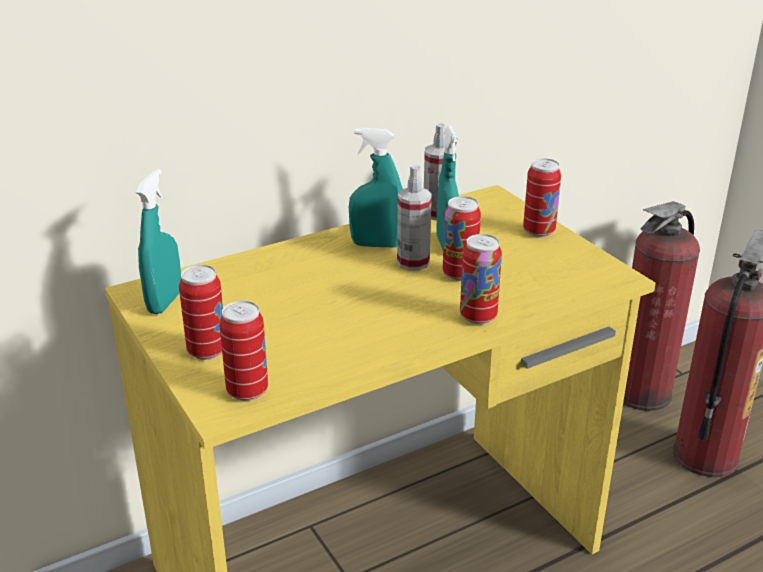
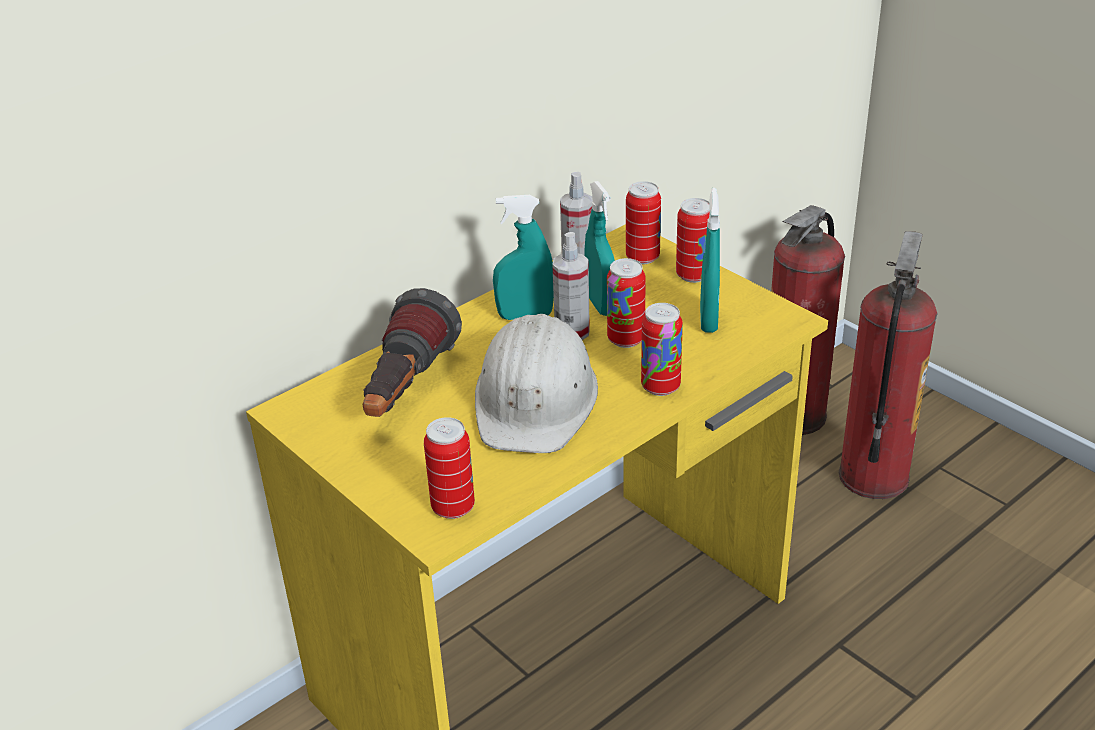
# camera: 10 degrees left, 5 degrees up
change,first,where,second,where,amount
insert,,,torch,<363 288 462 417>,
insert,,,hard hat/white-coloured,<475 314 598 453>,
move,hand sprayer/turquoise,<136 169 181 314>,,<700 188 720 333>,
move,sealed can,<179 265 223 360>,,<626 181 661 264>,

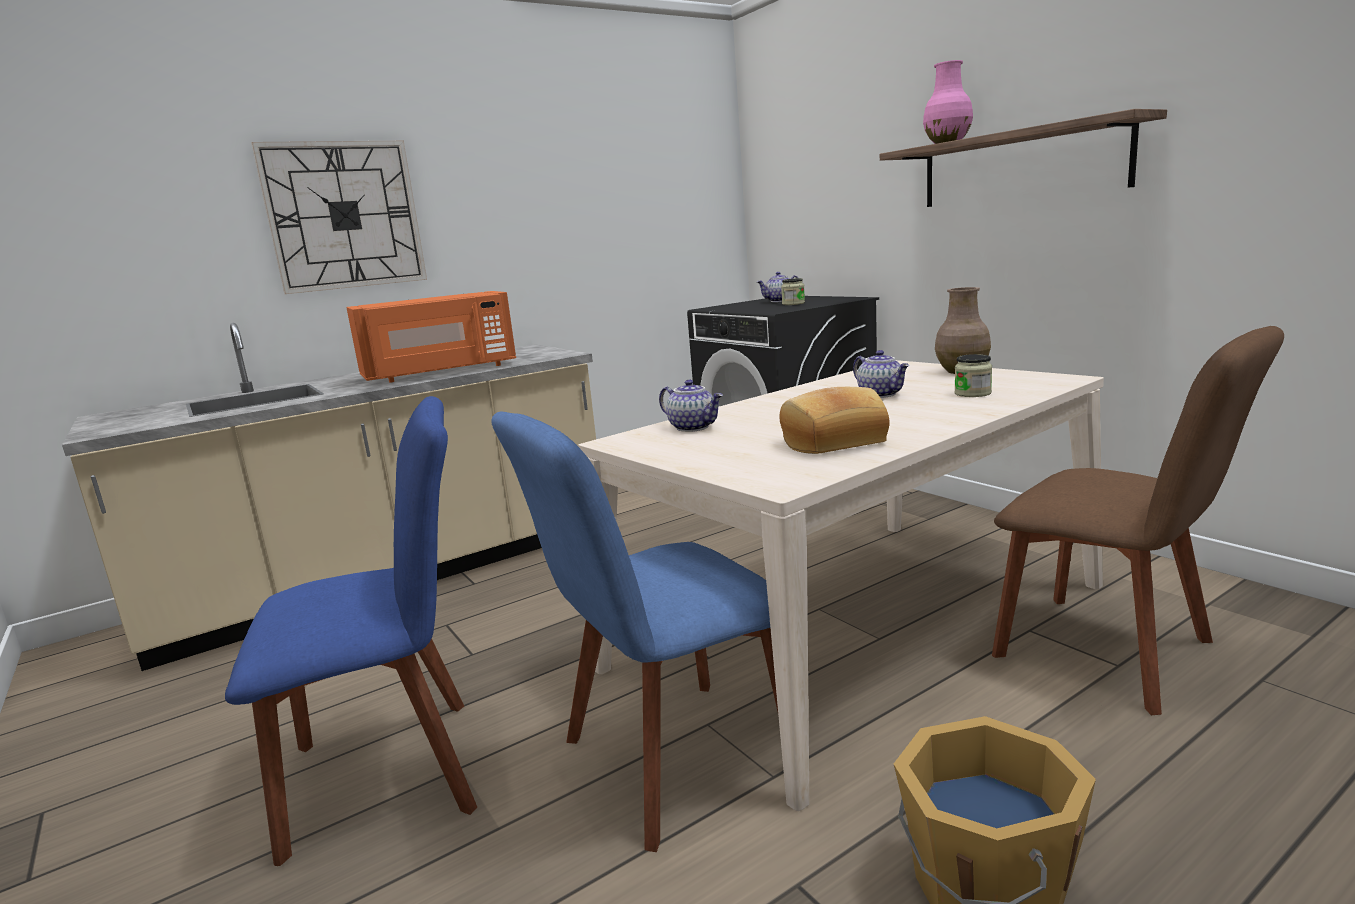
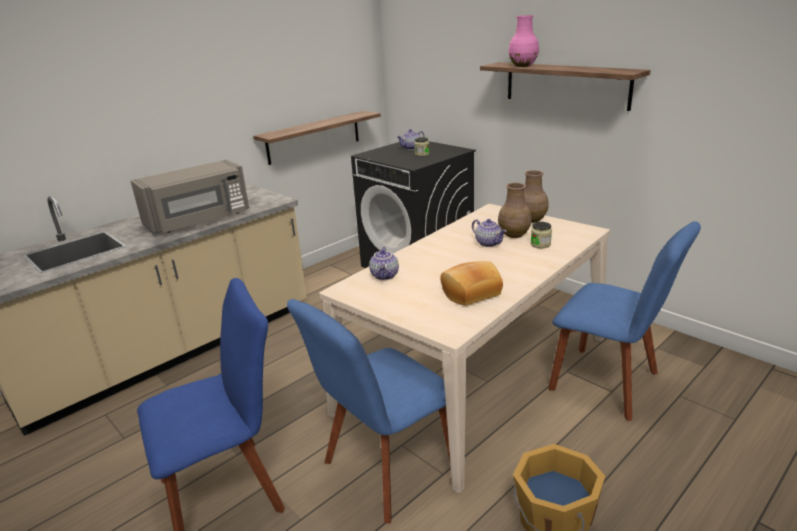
# camera: 10 degrees left, 10 degrees up
change,first,where,second,where,amount
delete,clock on the wall,<251 141 427 294>,,,
insert,,,bracket shelf,<253 111 381 165>,
insert,,,decorative vase/brown,<498 183 532 238>,
recolor,microwave oven/orangey,<347 291 516 383>,microwave oven/gray,<130 159 249 234>,
recolor,upright chair/brown,<992 326 1284 715>,upright chair/bluish,<548 221 701 421>,
rotate,tea pot,<659 380 723 432>,,<369 247 399 280>,60 degrees clockwise

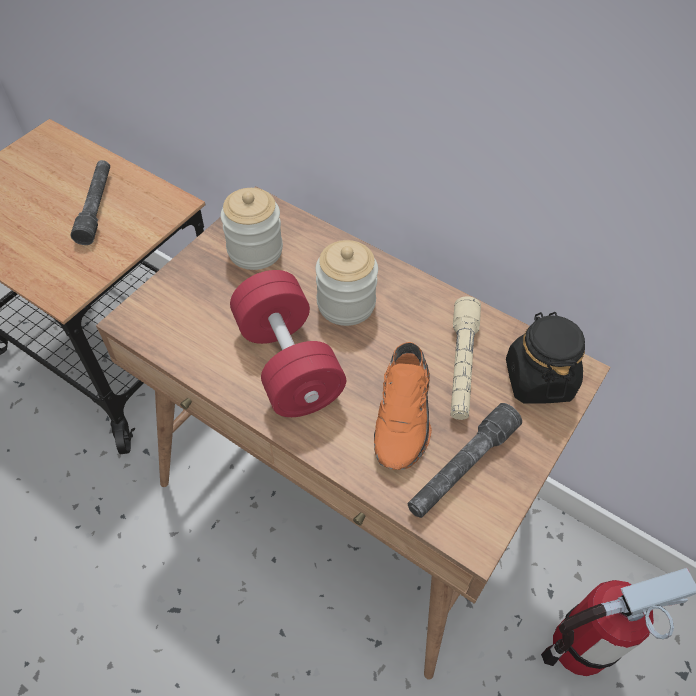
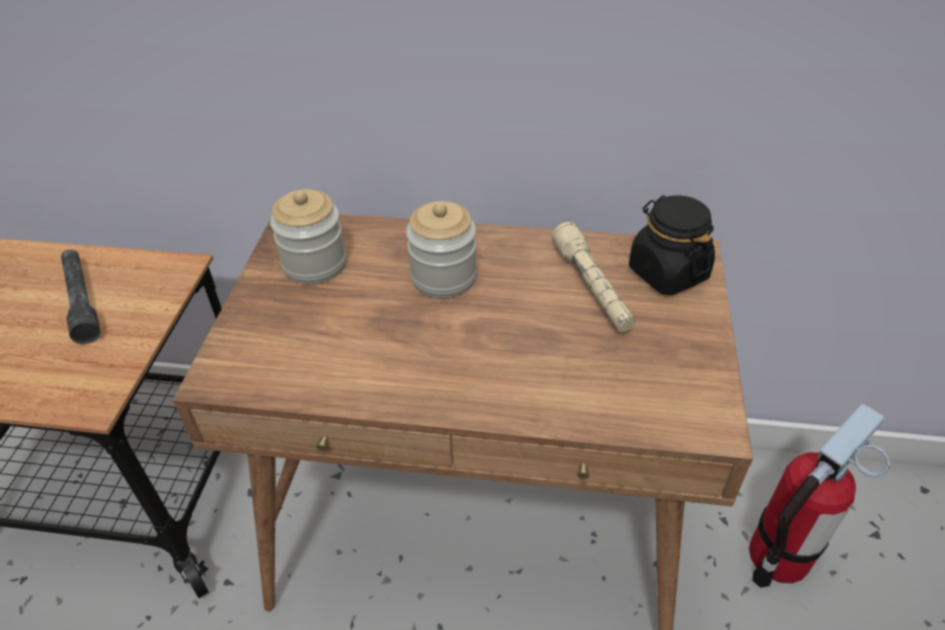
# camera: 25 degrees left, 10 degrees down
change,first,where,second,where,amount
delete,free weight/red,<230 270 346 417>,,,
delete,low shoe/orangey,<374 342 432 470>,,,
delete,torch/gray,<408 403 522 518>,,,

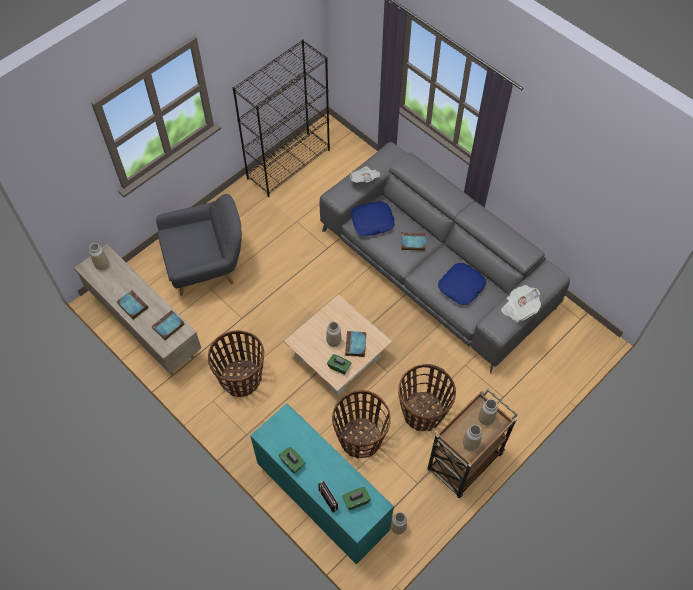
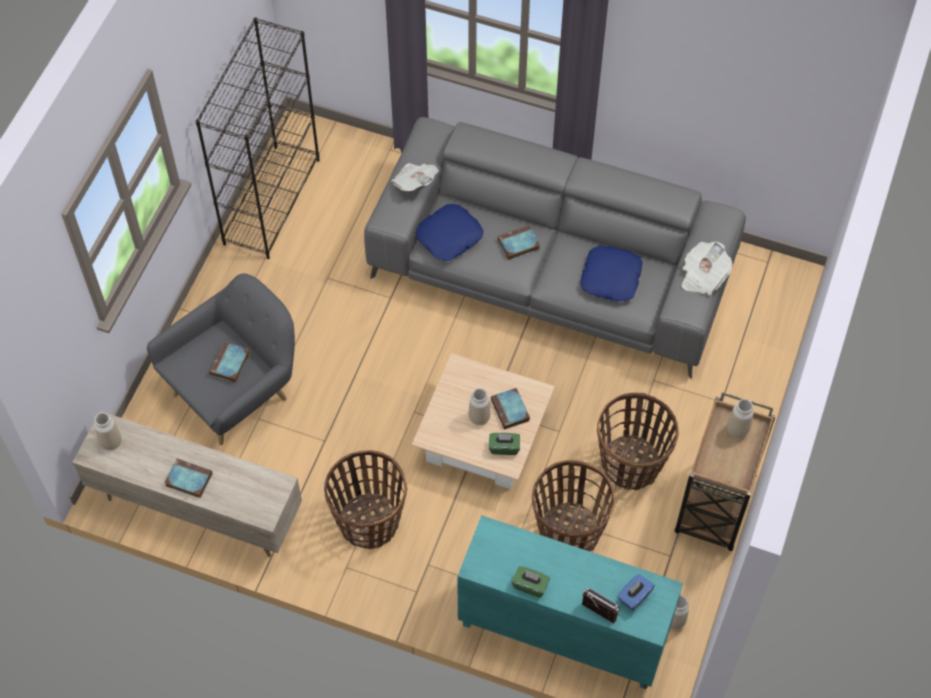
# camera: 25 degrees left, 0 degrees up
change,first,where,second,where,amount
delete,decorative vase,<463 425 482 451>,,,
move,bound book,<152 310 185 340>,,<209 342 250 383>,
recolor,box of tissues/greenish,<342 487 371 510>,box of tissues/bluish,<617 574 655 611>,

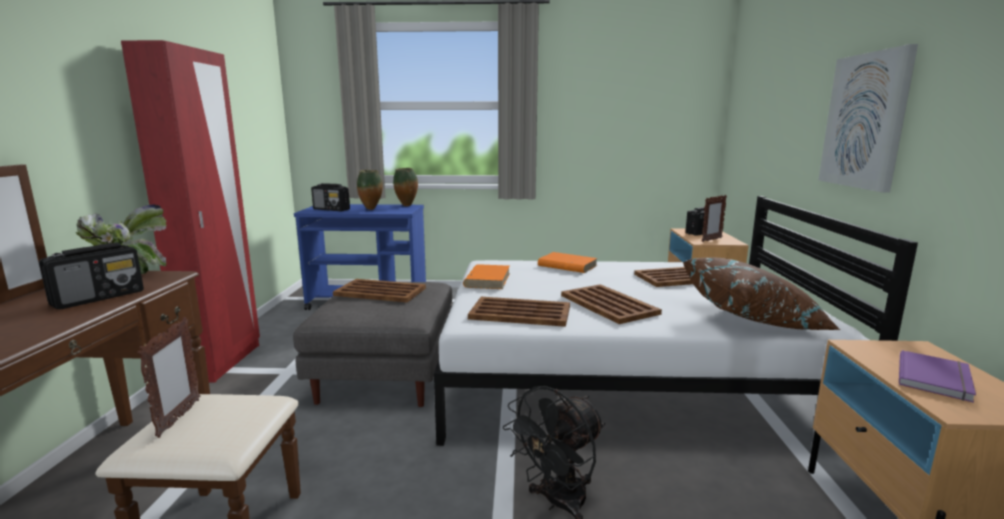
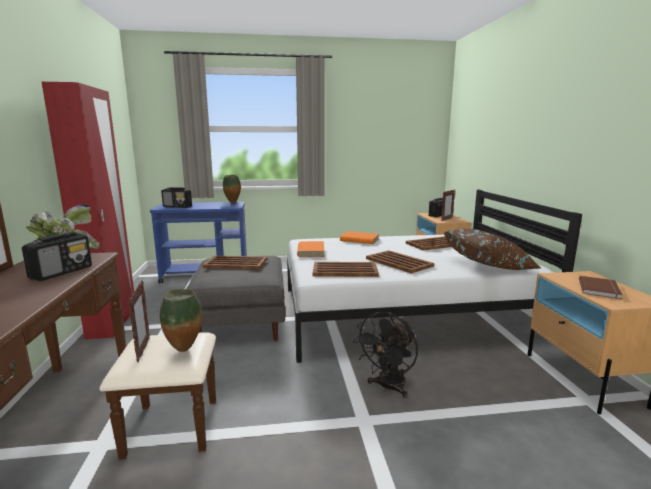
# camera: 10 degrees left, 0 degrees up
change,first,where,second,where,amount
delete,wall art,<818 44 918 192>,,,
move,decorative vase,<357 170 383 210>,,<160 289 203 352>,
recolor,bound book/purple,<899 350 976 403>,bound book/brown,<579 276 623 299>,

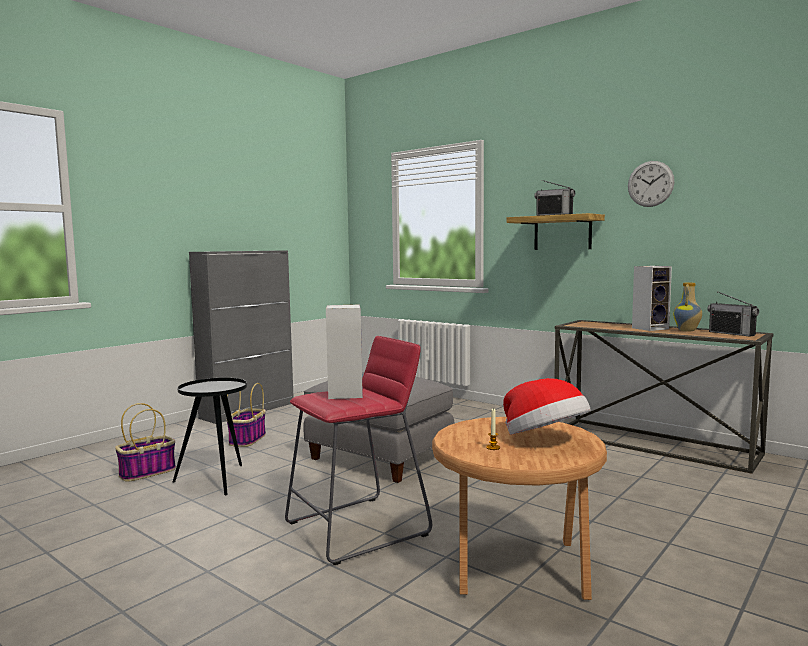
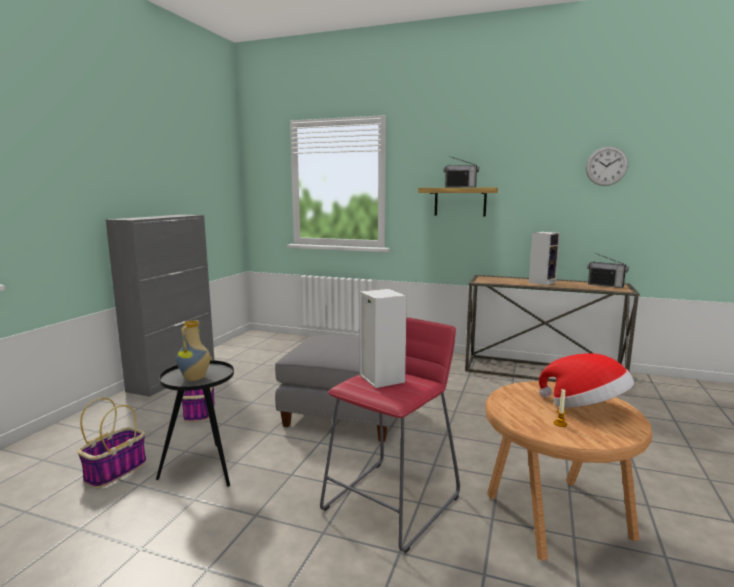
# camera: 20 degrees left, 5 degrees up
change,first,where,second,where,amount
move,clock on the wall,<628 161 675 207>,,<586 146 628 186>,
move,decorative vase,<673 283 702 332>,,<176 320 210 381>,

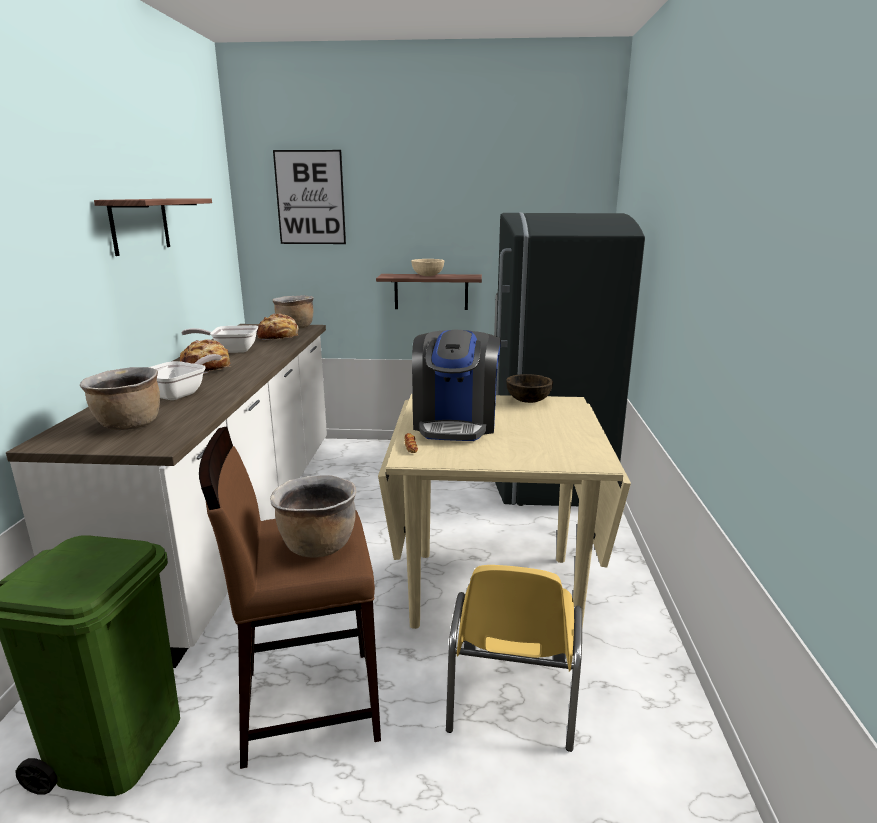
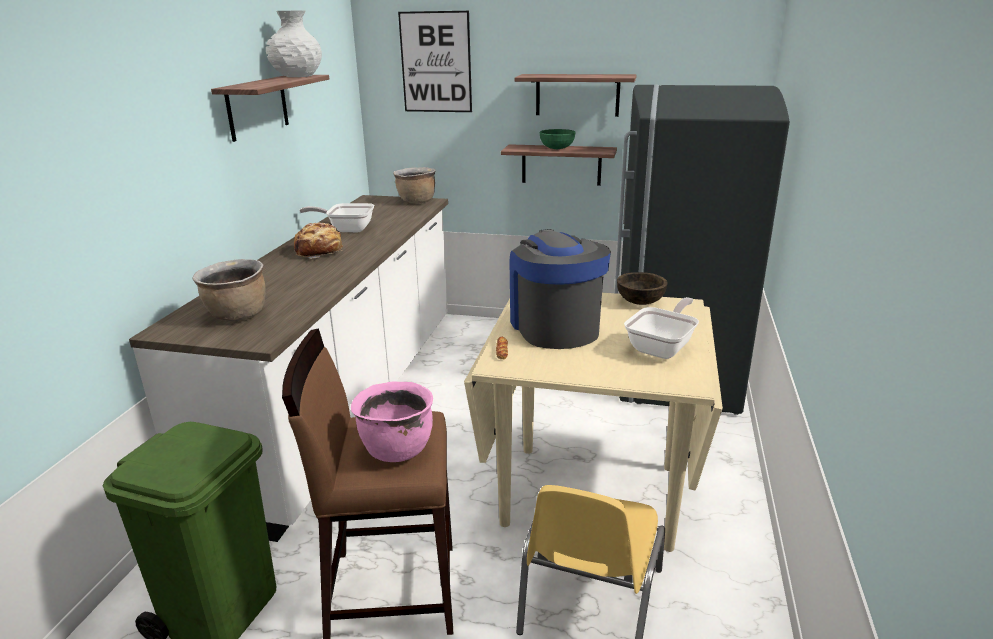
# camera: 10 degrees right, 5 degrees up
change,first,where,second,where,amount
delete,baked bread,<257 314 299 340>,,,
insert,,,decorative vase/white-coloured,<266 10 322 77>,
insert,,,bracket shelf,<515 74 636 117>,
move,skillet,<150 354 222 400>,,<624 297 699 359>,
recolor,saucepot/brown,<270 475 356 558>,saucepot/pink-coloured,<351 381 433 462>,
recolor,bowl/beige-coloured,<411 259 444 276>,bowl/greenish,<540 129 576 149>,
rotate,coffee brewer,<412 330 501 441>,,<510 229 611 349>,150 degrees clockwise

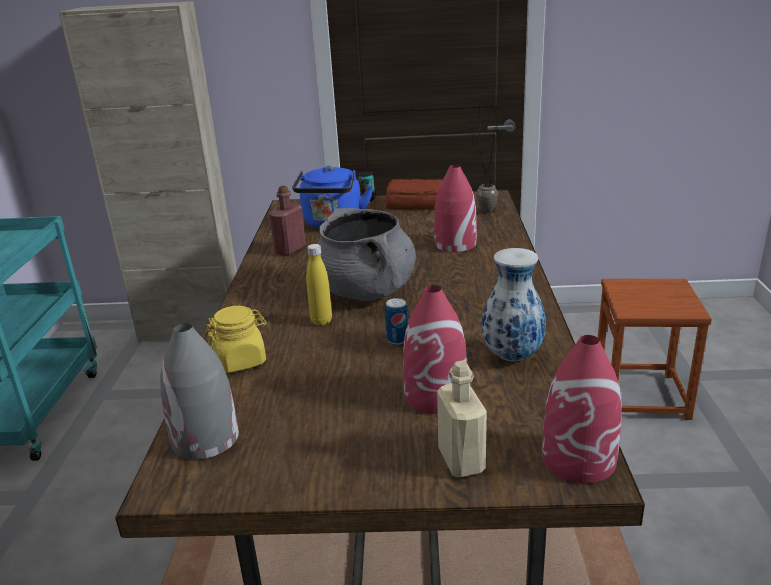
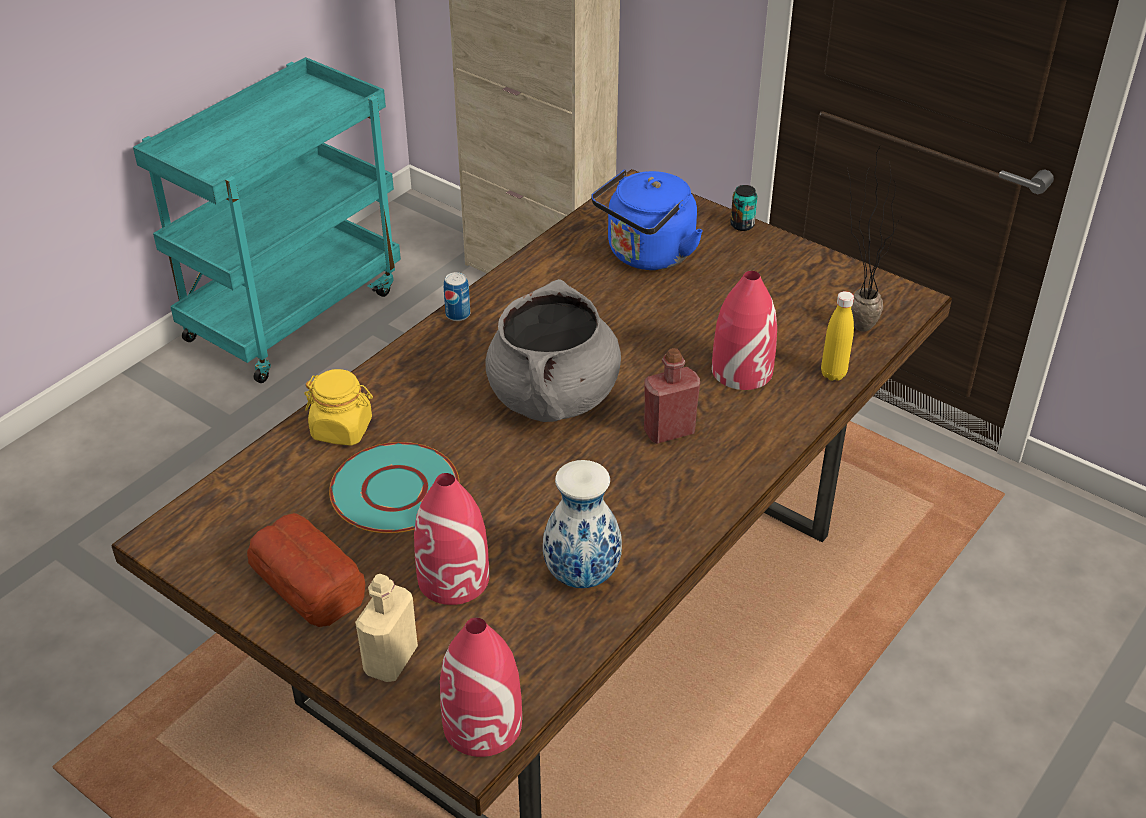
# camera: 35 degrees right, 15 degrees up
change,first,where,second,where,amount
delete,decorative vase/gray,<160 323 239 459>,,,
delete,stool seat/brown,<598 279 712 420>,,,
insert,,,plate/turquoise,<329 442 460 533>,
move,bottle/red,<269 186 306 256>,,<644 348 700 444>,
move,bottle/yellow,<306 244 332 326>,,<821 291 854 381>,
move,baked bread,<384 179 443 210>,,<247 513 365 627>,
move,sealed can,<385 298 409 345>,,<444 272 470 321>,

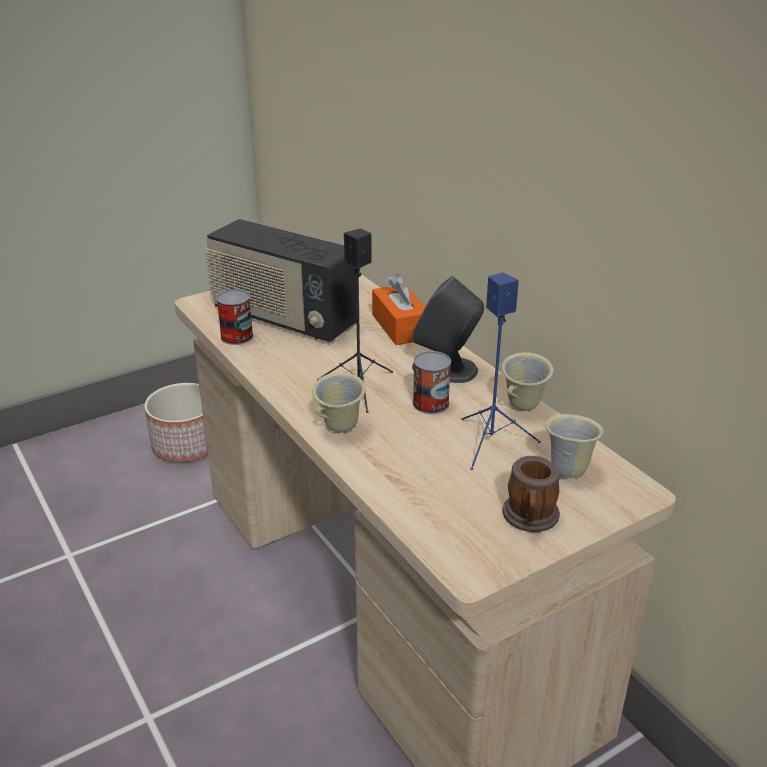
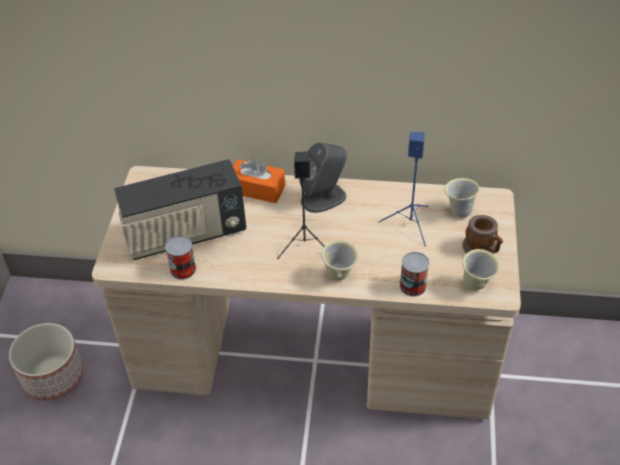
# camera: 50 degrees left, 15 degrees up
change,first,where,second,where,amount
move,sealed can,<413 351 451 414>,,<400 252 429 297>,
move,mug/beige-coloured,<501 352 554 411>,,<462 249 500 290>,

